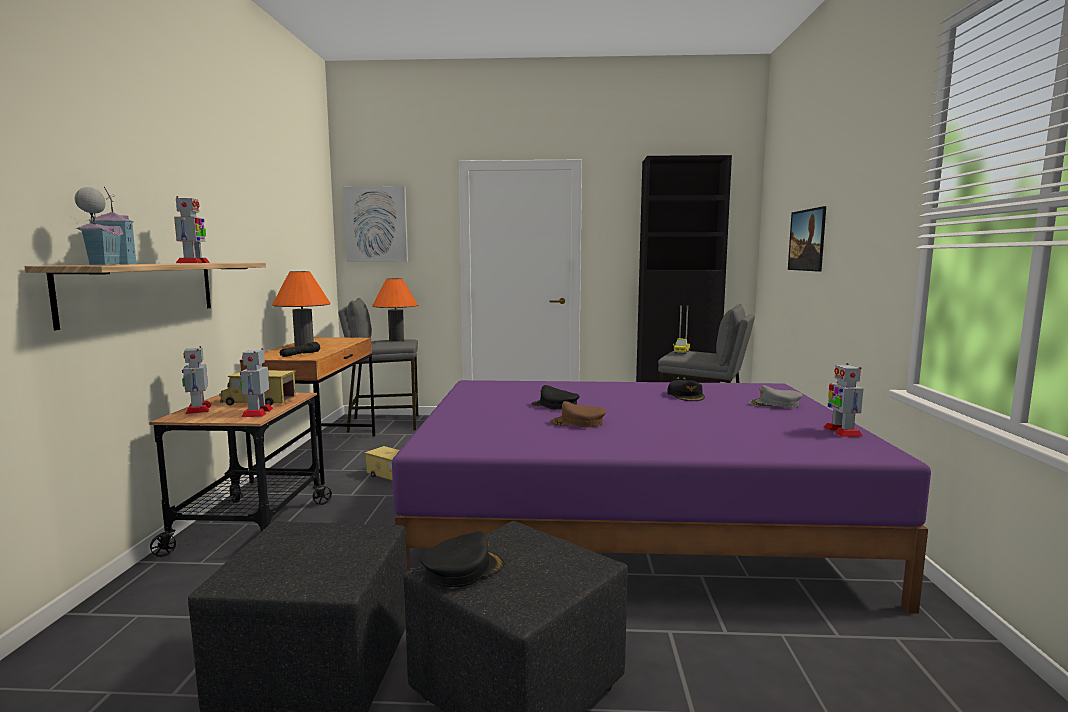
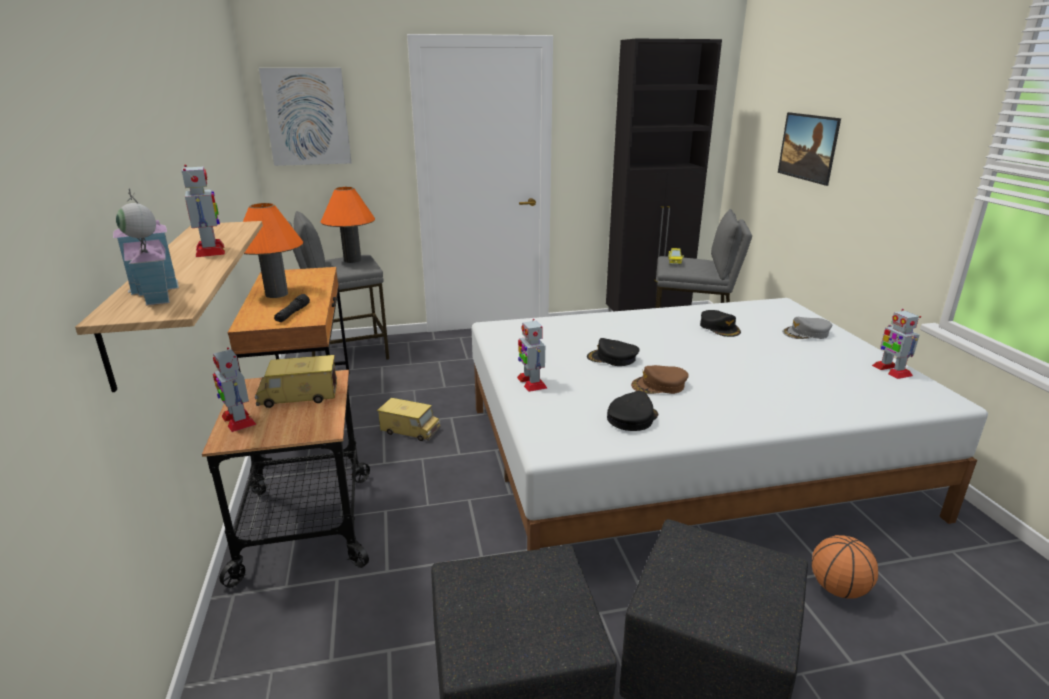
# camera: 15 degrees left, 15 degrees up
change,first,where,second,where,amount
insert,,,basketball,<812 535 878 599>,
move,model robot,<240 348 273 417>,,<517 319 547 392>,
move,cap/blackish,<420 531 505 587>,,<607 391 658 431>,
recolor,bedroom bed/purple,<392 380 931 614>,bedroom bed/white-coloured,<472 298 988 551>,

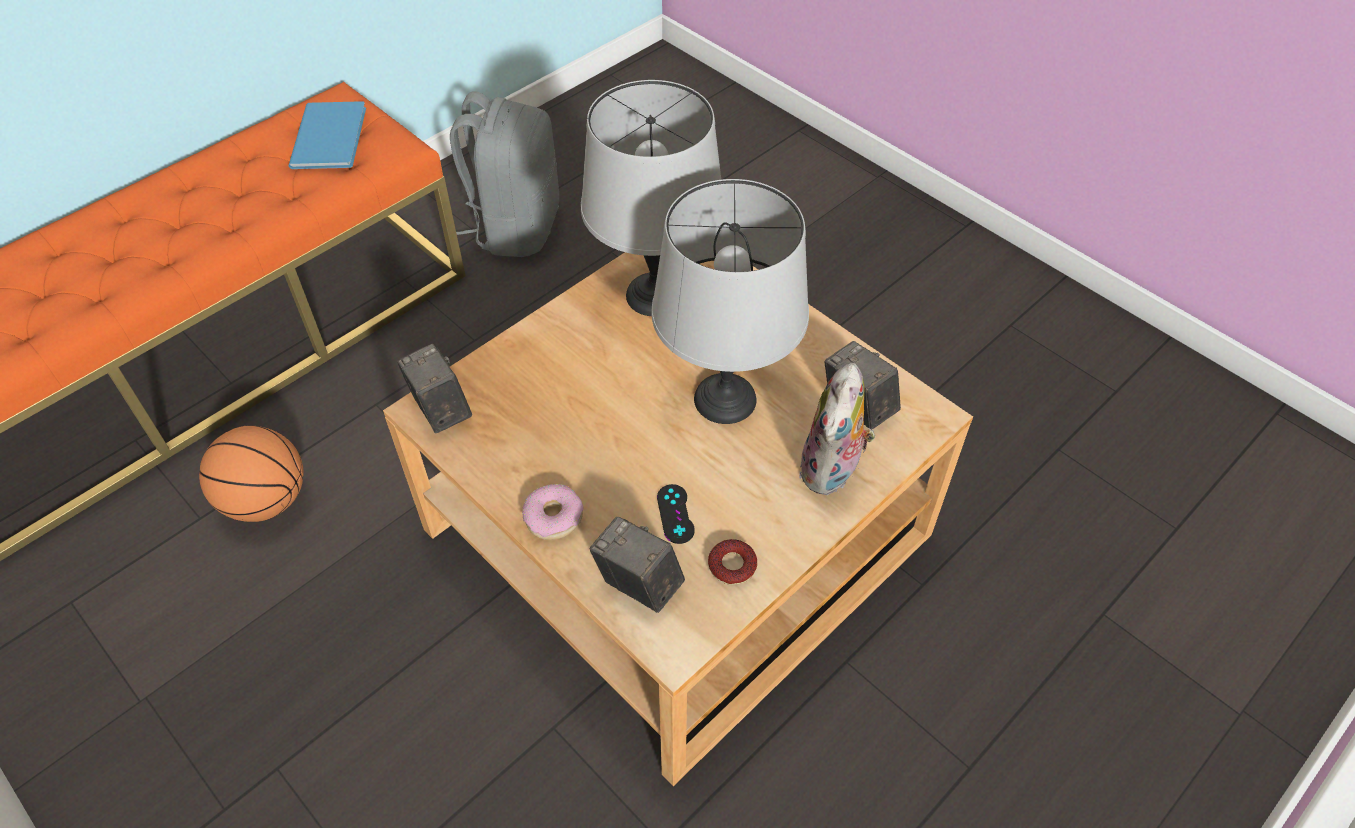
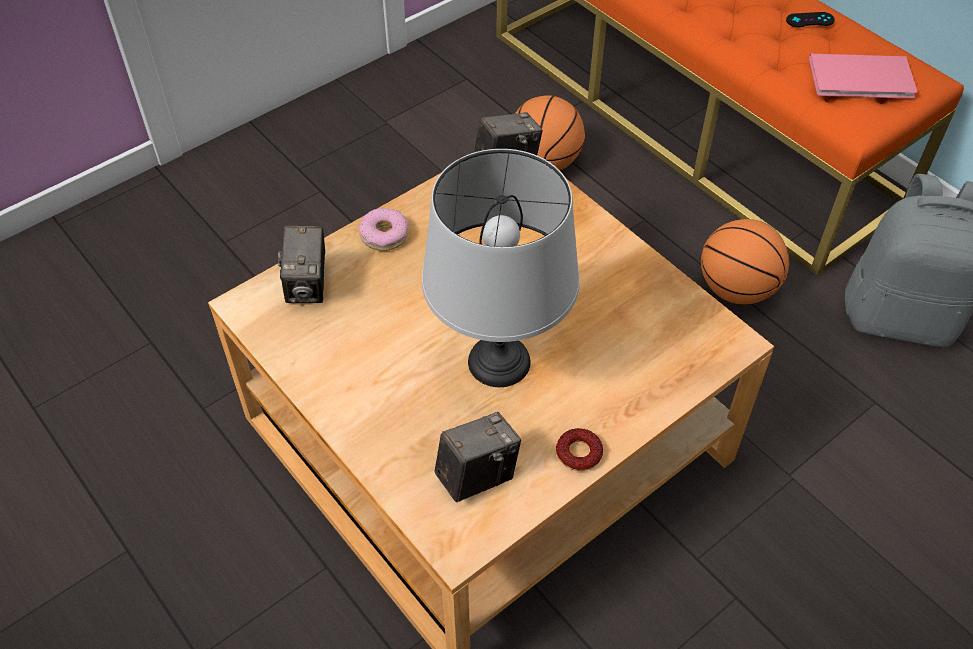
# camera: 95 degrees right, 0 degrees up
change,first,where,second,where,amount
delete,lamp for a table/gray,<581 80 721 316>,,,
delete,plush toy,<799 363 875 495>,,,
insert,,,basketball,<701 219 789 305>,
move,game controller/blackish,<657 484 695 544>,,<786 12 835 28>,
move,donut,<708 539 757 585>,,<556 428 603 471>,
recolor,bound book/bluish,<289 101 366 169>,bound book/pink-coloured,<809 54 917 99>,
rotate,still camera,<590 517 685 613>,,<278 226 325 303>,135 degrees clockwise

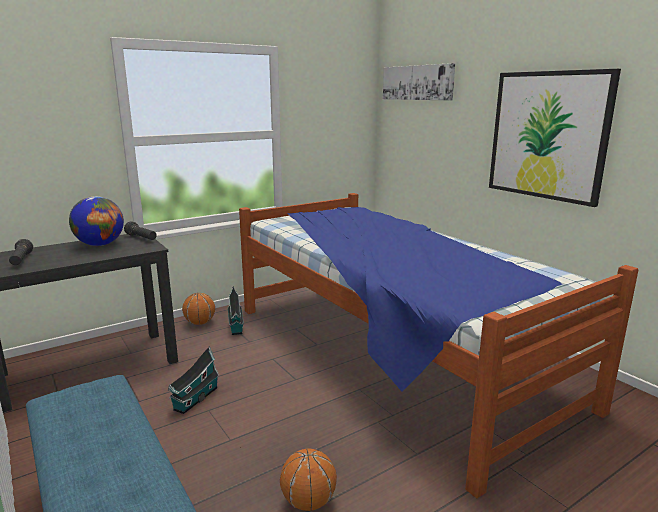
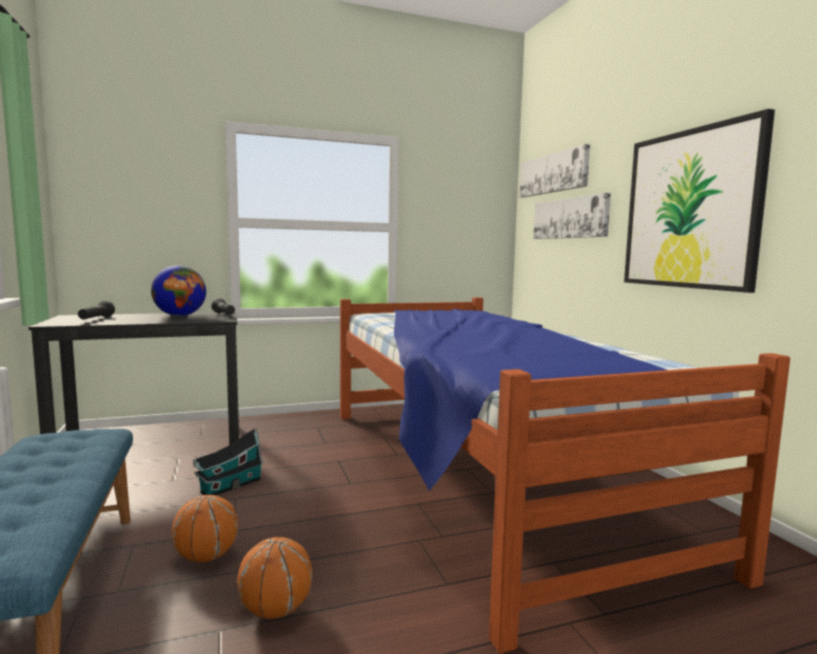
# camera: 15 degrees right, 10 degrees down
change,first,where,second,where,amount
delete,miniature house,<228 287 244 335>,,,
insert,,,wall art,<533 193 611 239>,
move,basketball,<182 293 215 325>,,<172 495 238 562>,

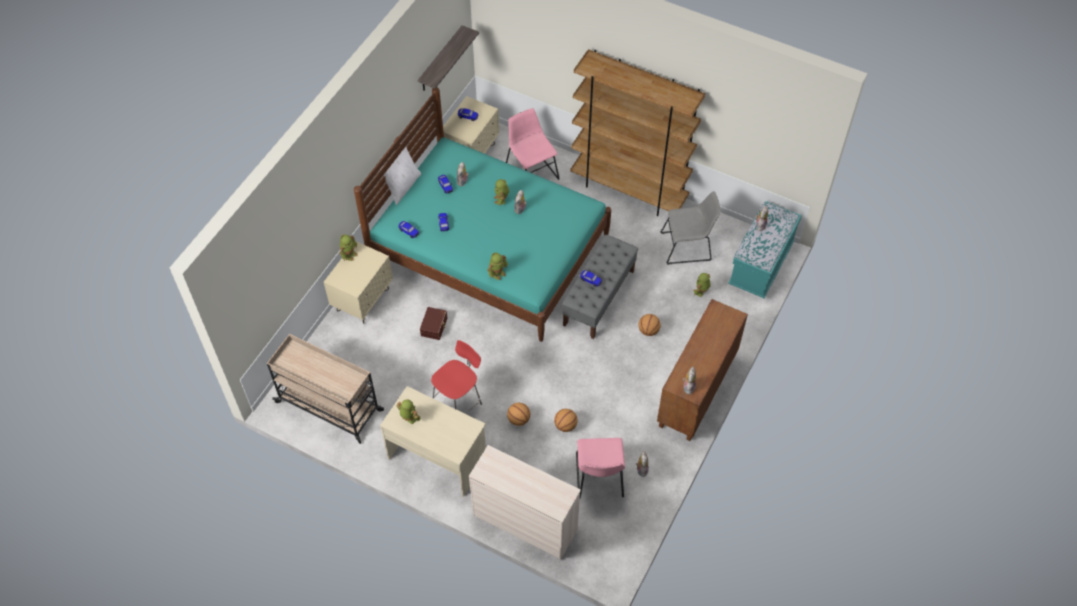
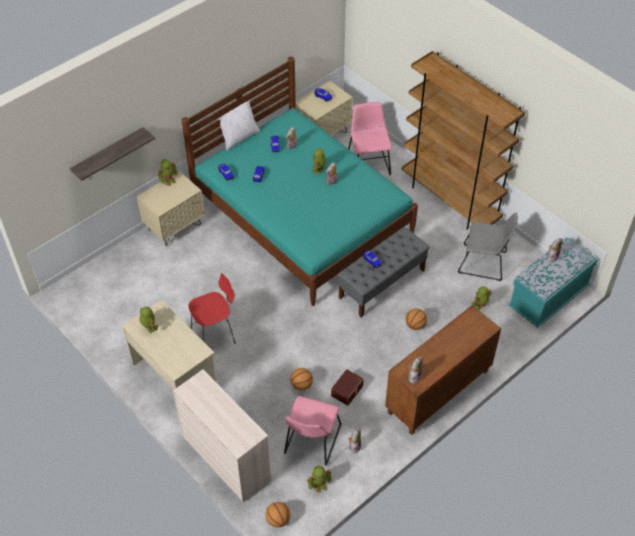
# camera: 20 degrees right, 5 degrees down
change,first,where,second,where,amount
delete,cart/beige-coloured,<267 334 384 444>,,,
move,bracket shelf,<417 25 479 91>,,<70 127 155 181>,
move,storage bin/brown,<420 307 447 340>,,<331 369 364 406>,
move,model robot,<487 252 508 280>,,<307 465 332 493>,
move,basketball,<507 403 530 426>,,<266 502 291 527>,

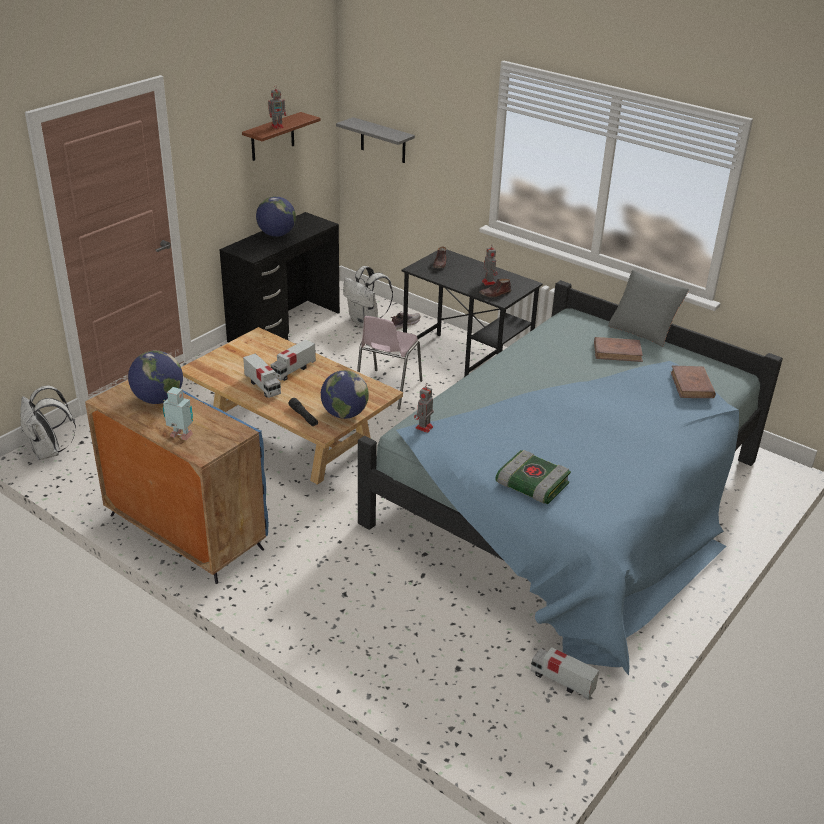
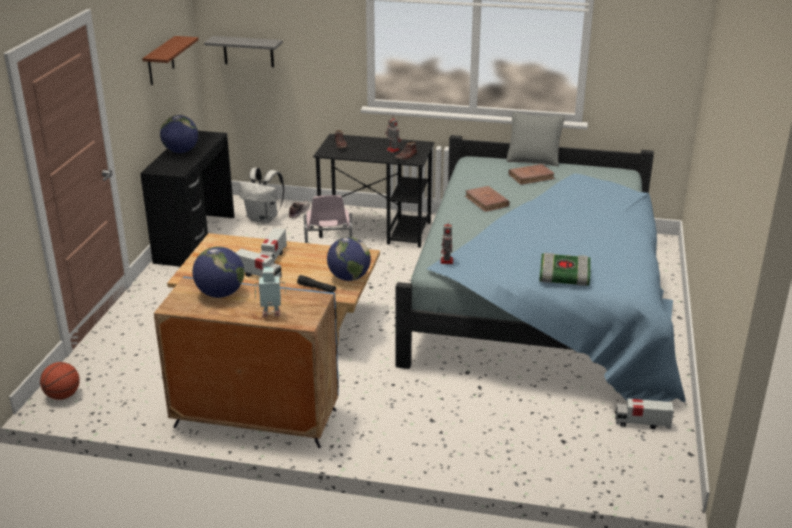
# camera: 25 degrees left, 5 degrees down
change,first,where,second,where,amount
delete,model robot,<268 85 286 129>,,,
move,bound book/brown,<671 366 716 398>,,<465 186 510 212>,
replace,knapsack/white-coloured,<20 385 76 460>,basketball,<40 362 80 400>,

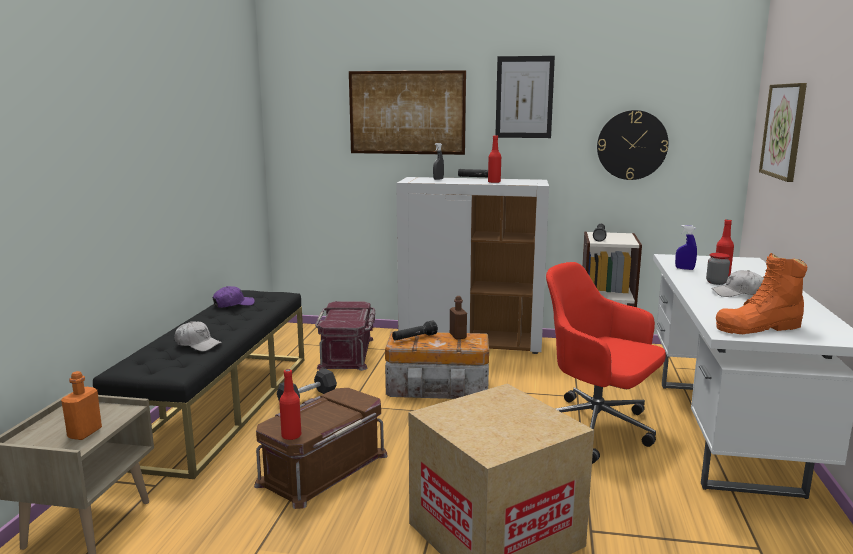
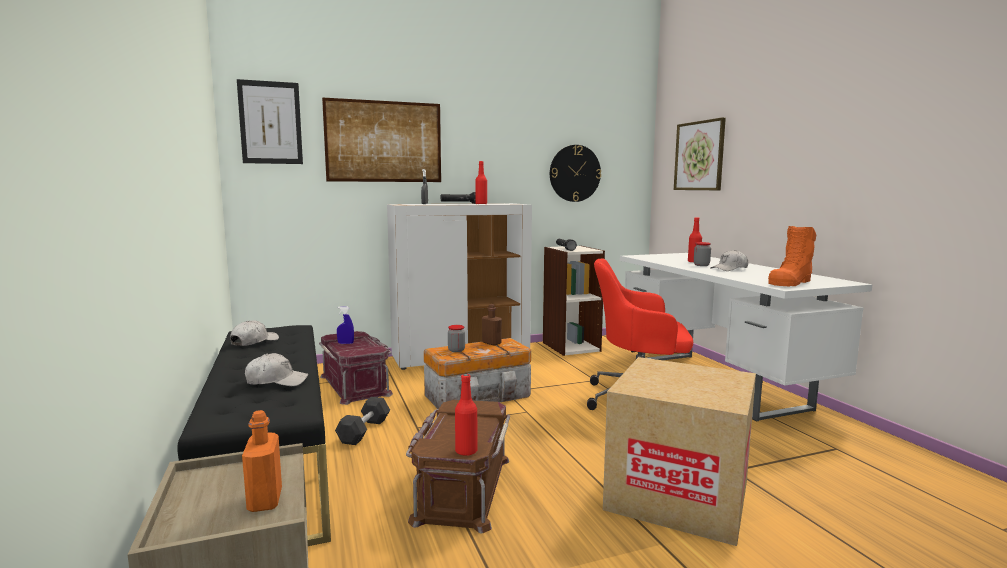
# camera: 30 degrees left, 5 degrees down
change,first,where,second,where,amount
move,wall art,<495 56 555 138>,,<237 79 303 164>,
move,hand sprayer/bluish,<675 225 697 270>,,<337 306 354 344>,
replace,torch/blackish,<392 320 438 341>,preserve jar,<448 325 465 352>,
recolor,cap/purple,<213 286 255 308>,cap/white-coloured,<230 321 279 346>,

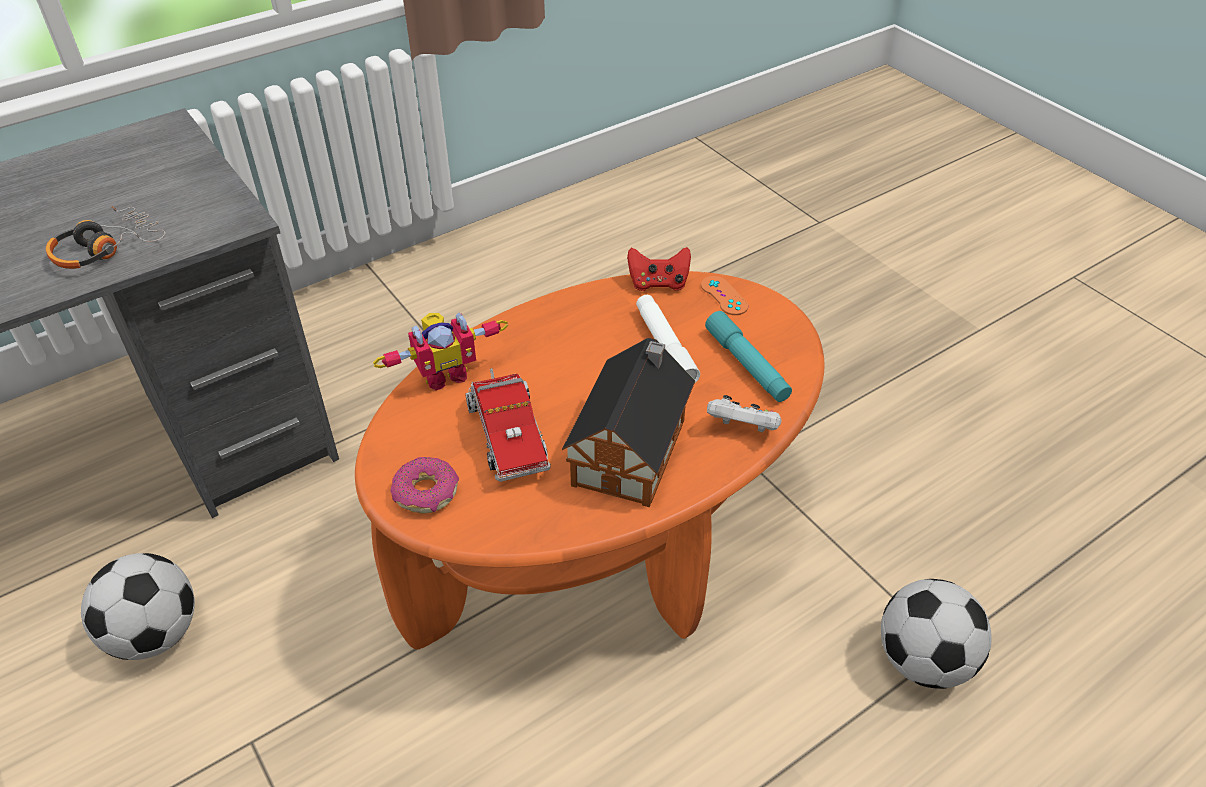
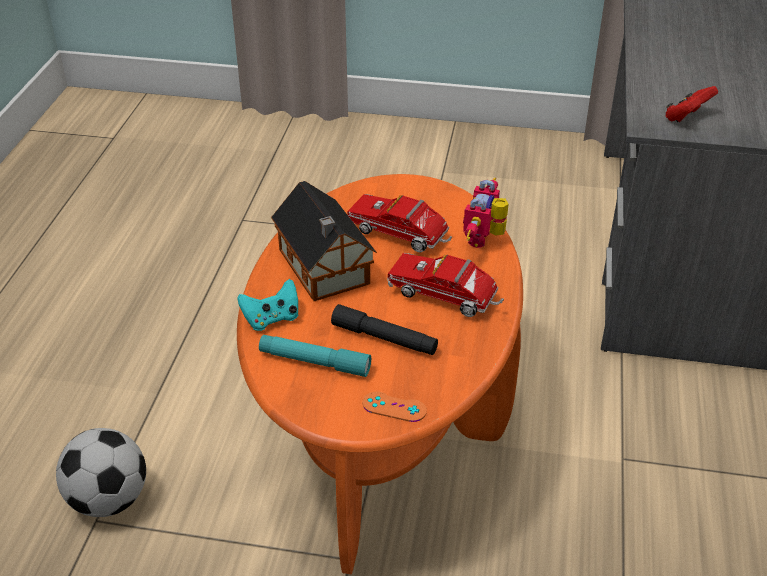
# camera: 135 degrees right, 5 degrees down
change,first,where,second,where,amount
delete,pair of headphones,<46 206 166 269>,,,
delete,ball for football,<81 553 195 660>,,,
delete,donut,<391 457 459 514>,,,
insert,,,toy truck,<387 253 504 317>,
move,game controller/red,<627 247 691 291>,,<665 86 718 123>,
recolor,torch/white-coloured,<636 295 700 383>,torch/blackish,<331 304 438 355>,
recolor,game controller/white-coloured,<707 395 781 433>,game controller/turquoise,<237 279 299 331>,

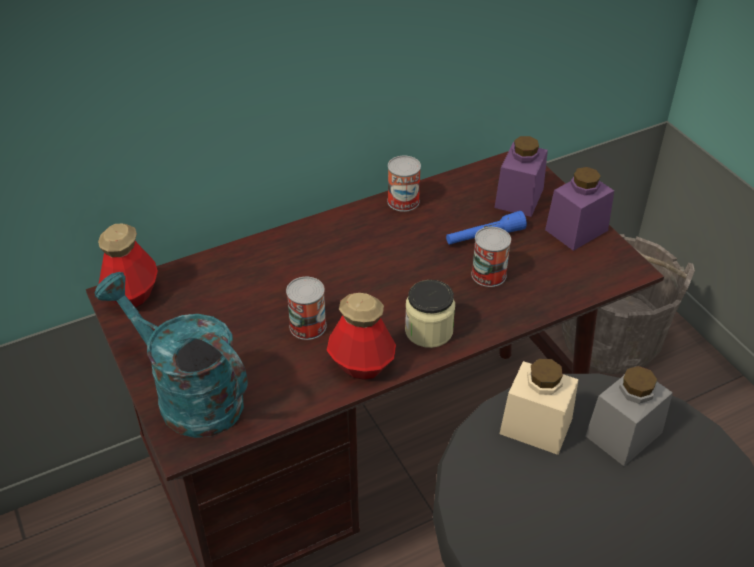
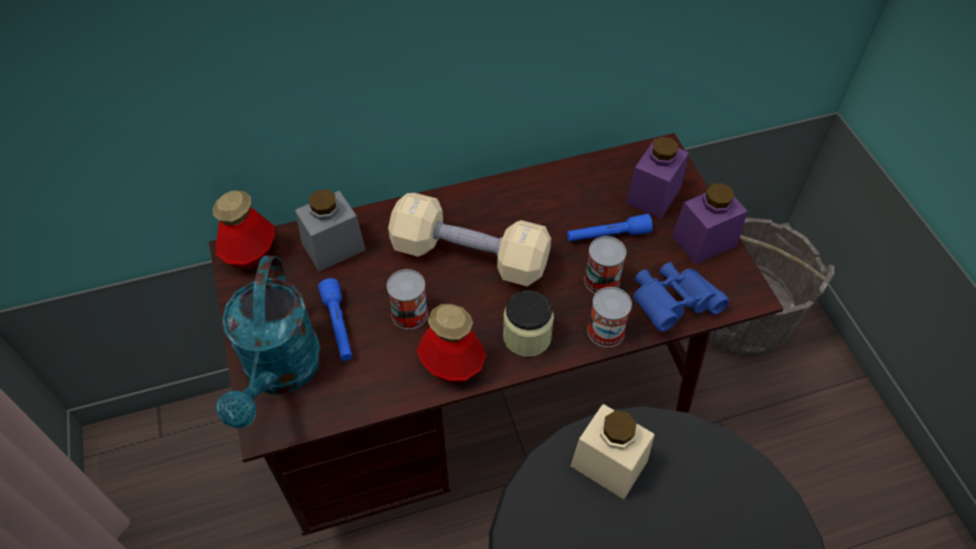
# camera: 10 degrees right, 10 degrees up
change,first,where,second,where,amount
insert,,,torch/bluish,<318 278 352 361>,
insert,,,free weight/beige-coloured,<388 193 551 286>,
insert,,,binoculars/bluish,<633 262 729 332>,
move,sealed can,<387 156 421 212>,,<588 287 632 347>,
move,preserve jar/gray,<586 366 673 466>,,<295 189 366 272>,
rotate,sprinkling can/turquoise,<95 272 248 438>,,<216 256 322 429>,135 degrees counterclockwise

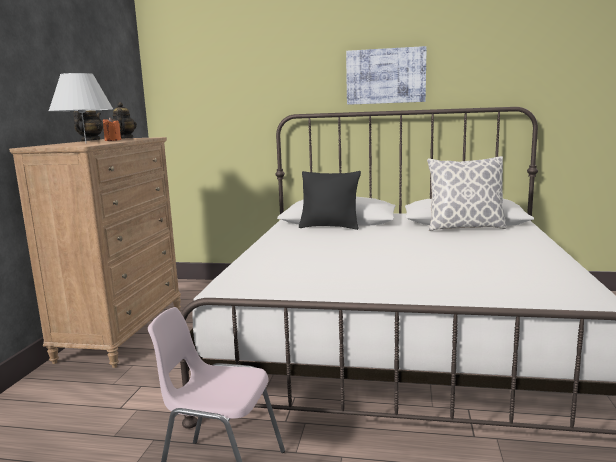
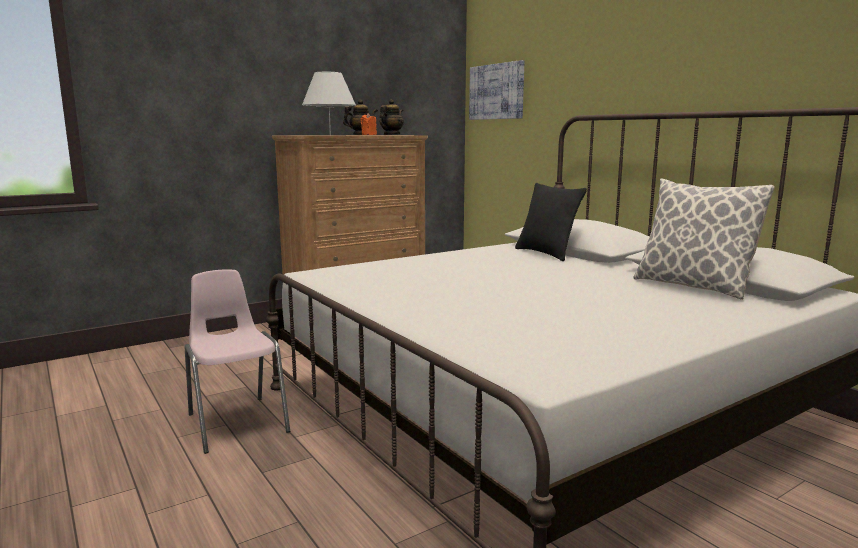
# camera: 45 degrees right, 0 degrees up
change,first,where,second,where,amount
move,wall art,<346 46 427 105>,,<469 60 524 120>,

